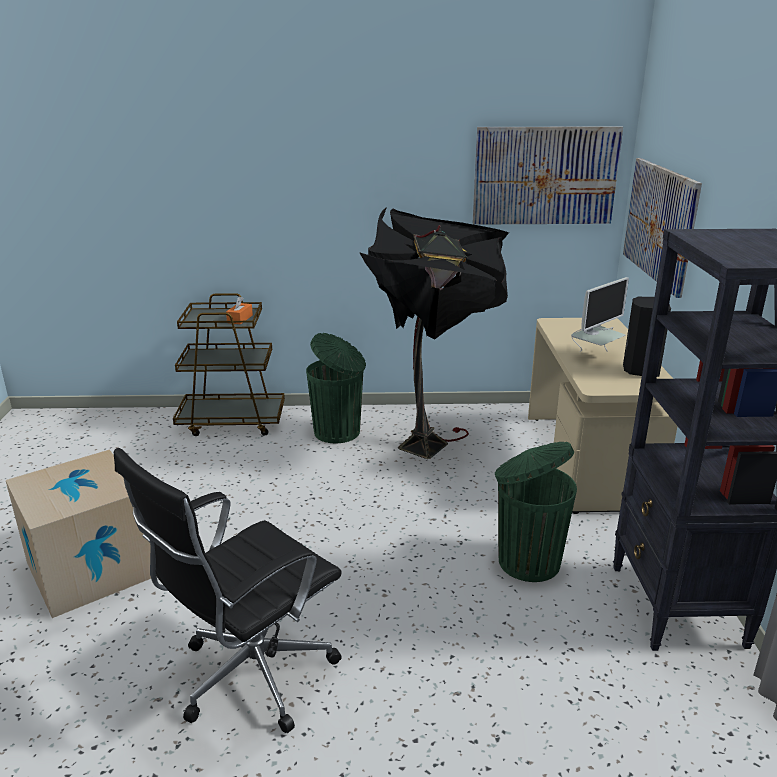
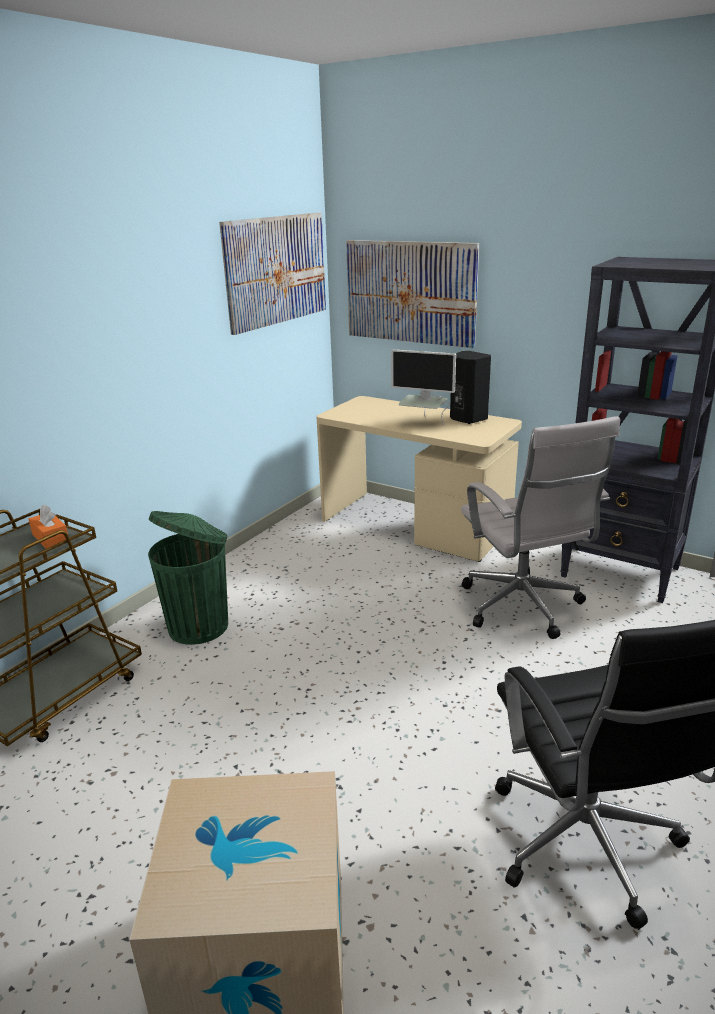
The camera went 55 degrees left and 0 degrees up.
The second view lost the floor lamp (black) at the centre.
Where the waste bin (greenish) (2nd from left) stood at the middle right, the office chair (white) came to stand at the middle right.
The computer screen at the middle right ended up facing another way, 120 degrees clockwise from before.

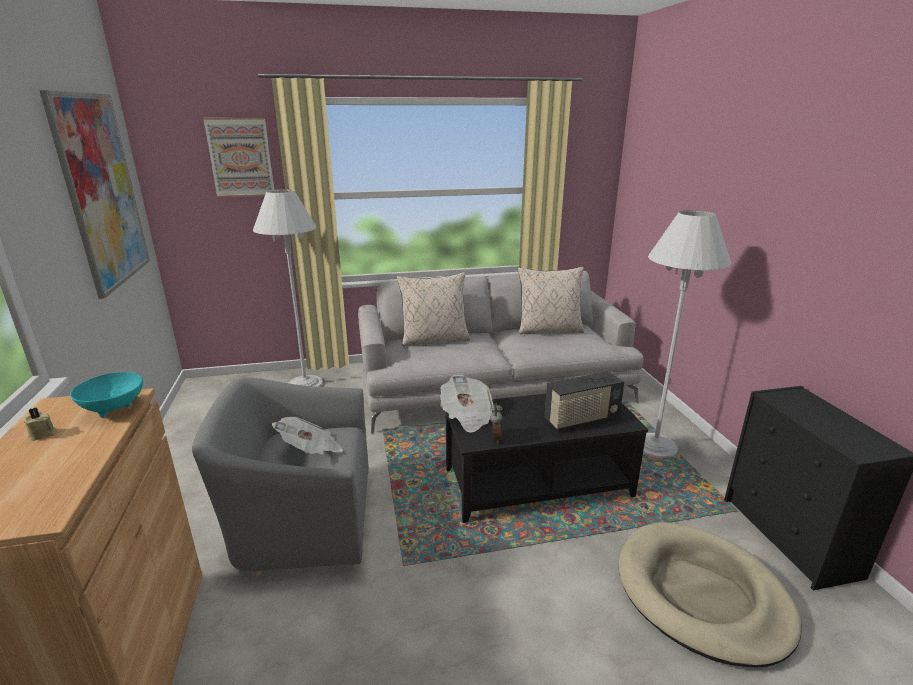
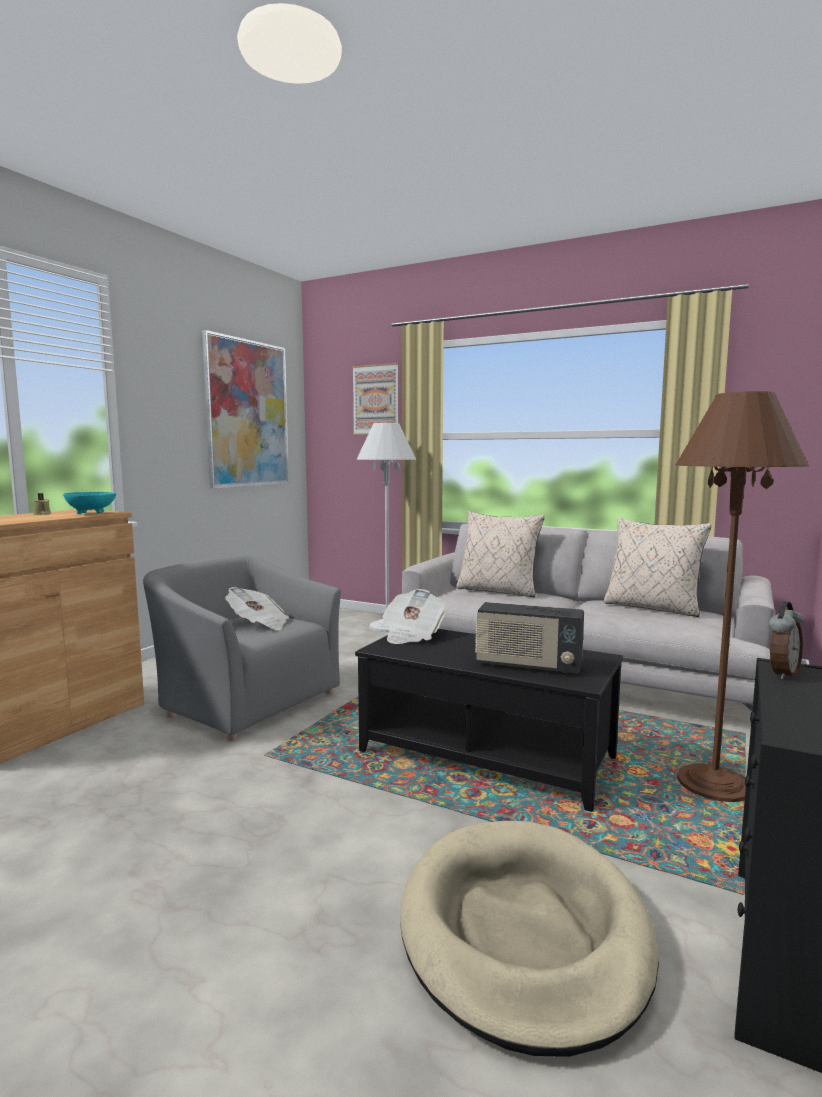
The camera went 40 degrees right and 15 degrees down.
The table clock ended up elsewhere, having gone from the centre to the middle right.
What was the floor lamp (white) (2nd from left) at the middle right turned into the floor lamp (brown-coloured) at the middle right.

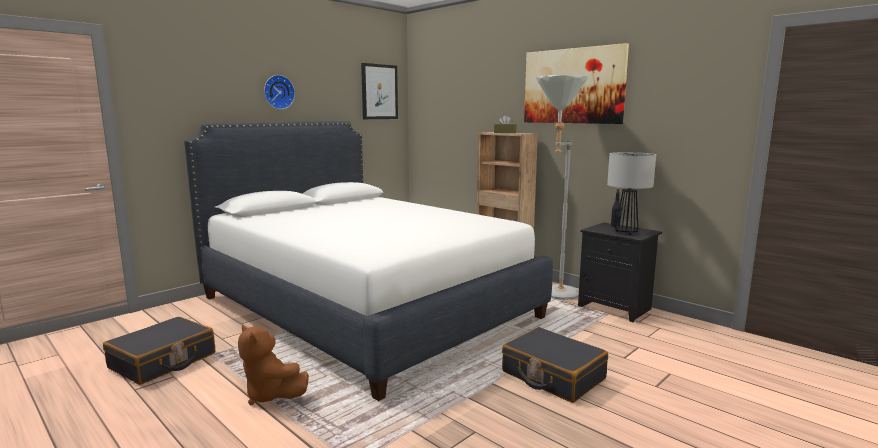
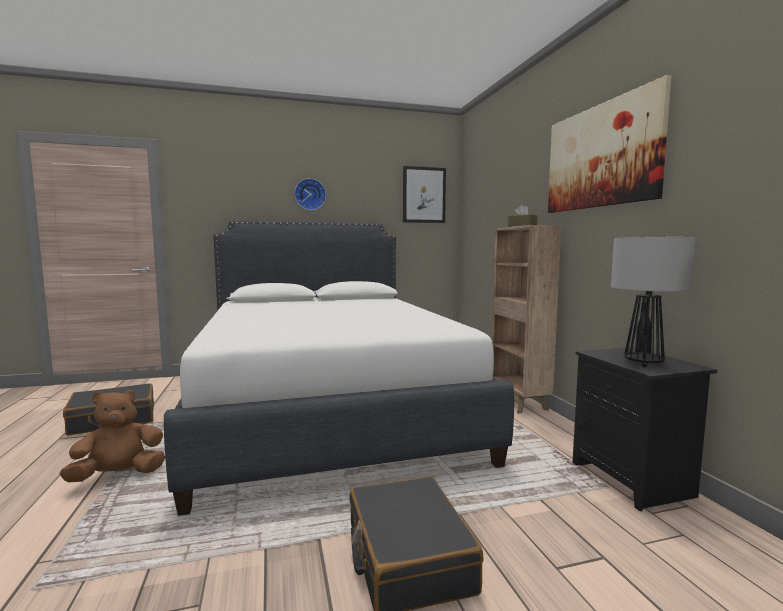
The camera went 30 degrees right and 5 degrees down.
The plush toy (brown-coloured) at the bottom left ended up facing another way, 75 degrees clockwise from before.
The second view lost the floor lamp (grey) at the centre.

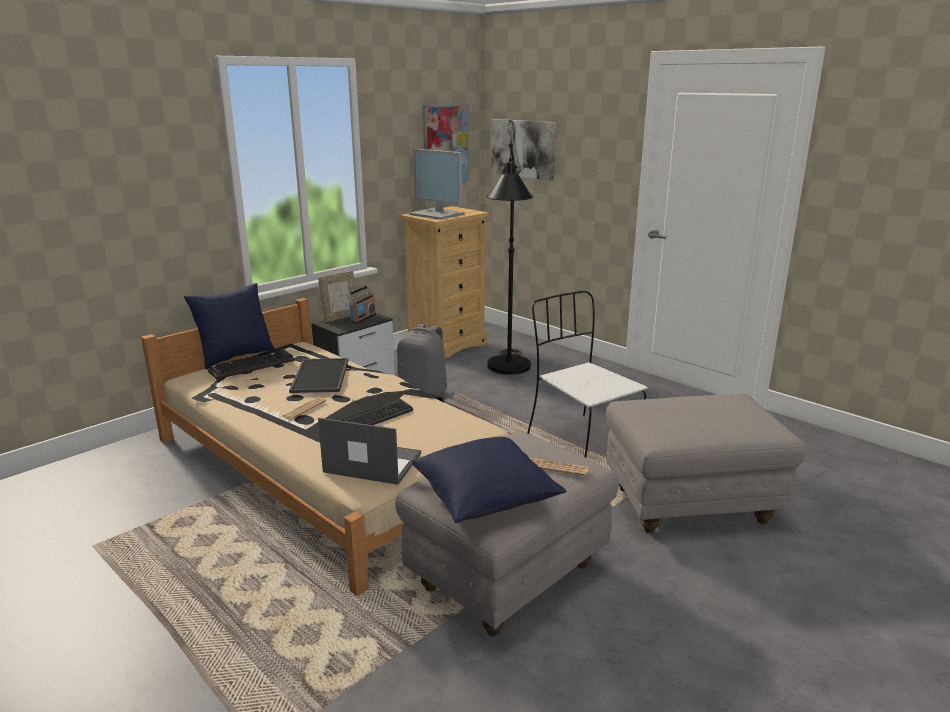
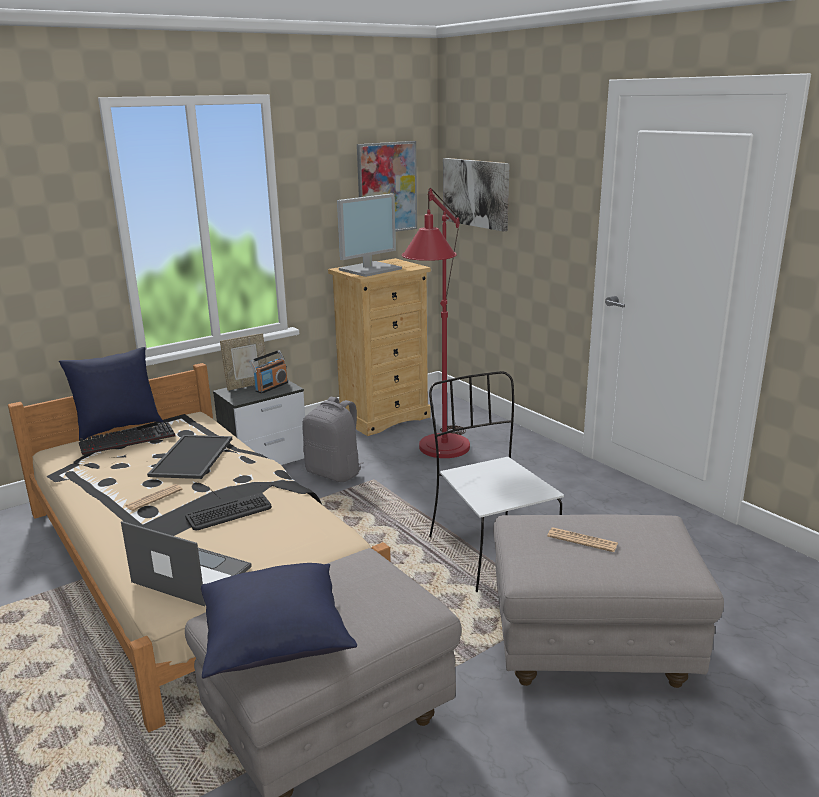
The camera went 10 degrees right and 0 degrees up.
The computer screen at the top centre ended up facing another way, 90 degrees counterclockwise from before.
What was the floor lamp (black) at the centre turned into the floor lamp (red-coloured) at the centre.
The daily paper (2nd from left) ended up elsewhere, having gone from the centre to the bottom right.

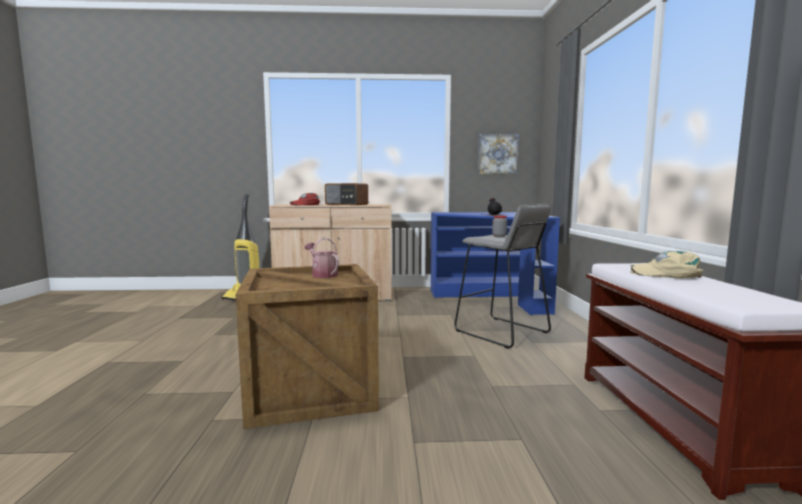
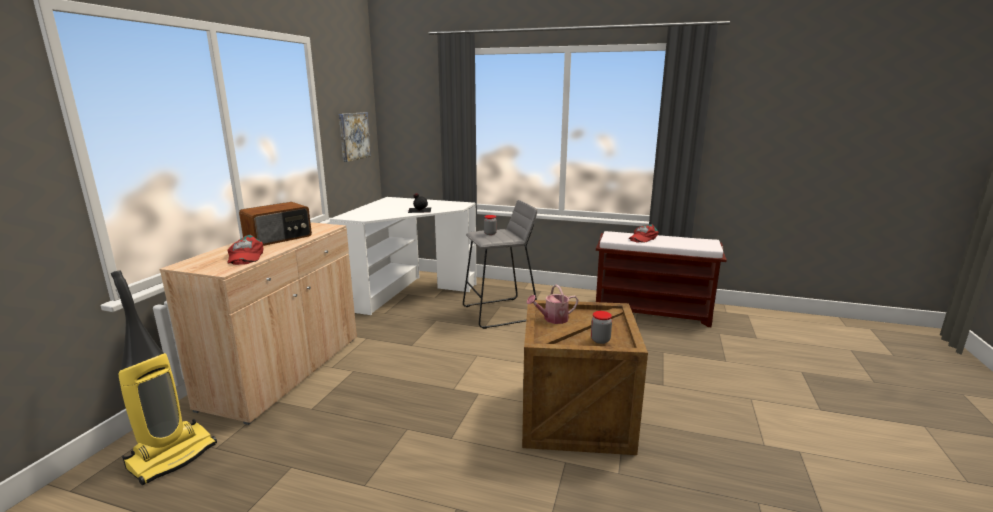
The camera went 70 degrees left and 10 degrees up.
What was the desk (blue) at the centre turned into the desk (white) at the centre.
What was the peaked cap (sand-coloured) at the middle right turned into the peaked cap (red-coloured) (2nd from left) at the centre.
The second view gained the preserve jar (2nd from left) at the centre.

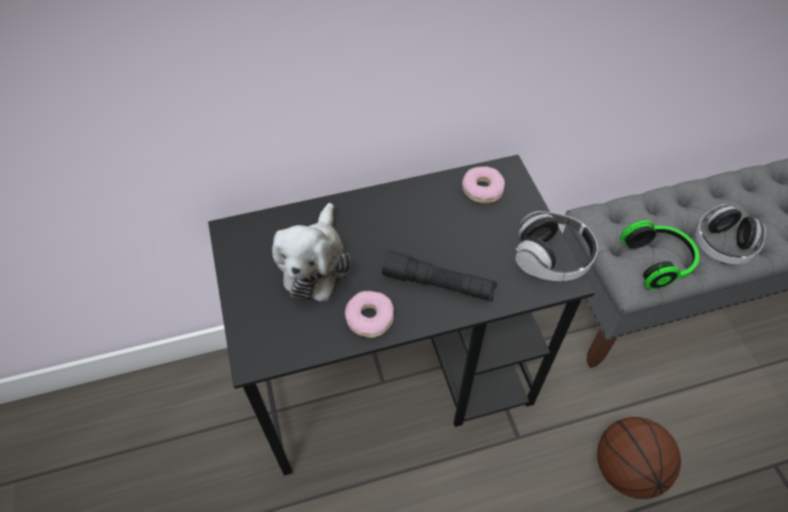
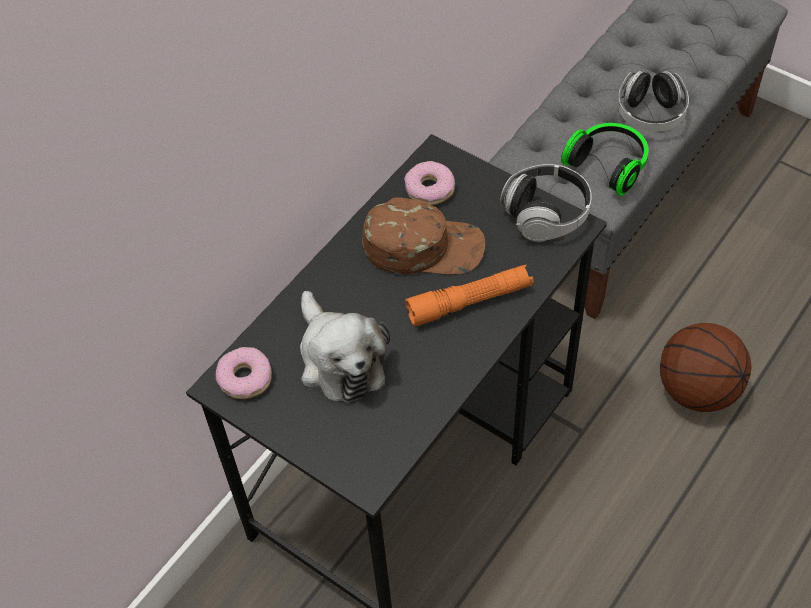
The camera went 35 degrees left and 0 degrees up.
The donut (1st from left) ended up elsewhere, having gone from the centre to the middle left.
What was the torch (black) at the centre turned into the torch (orange) at the centre.
The second view gained the peaked cap (brown-coloured) at the centre.

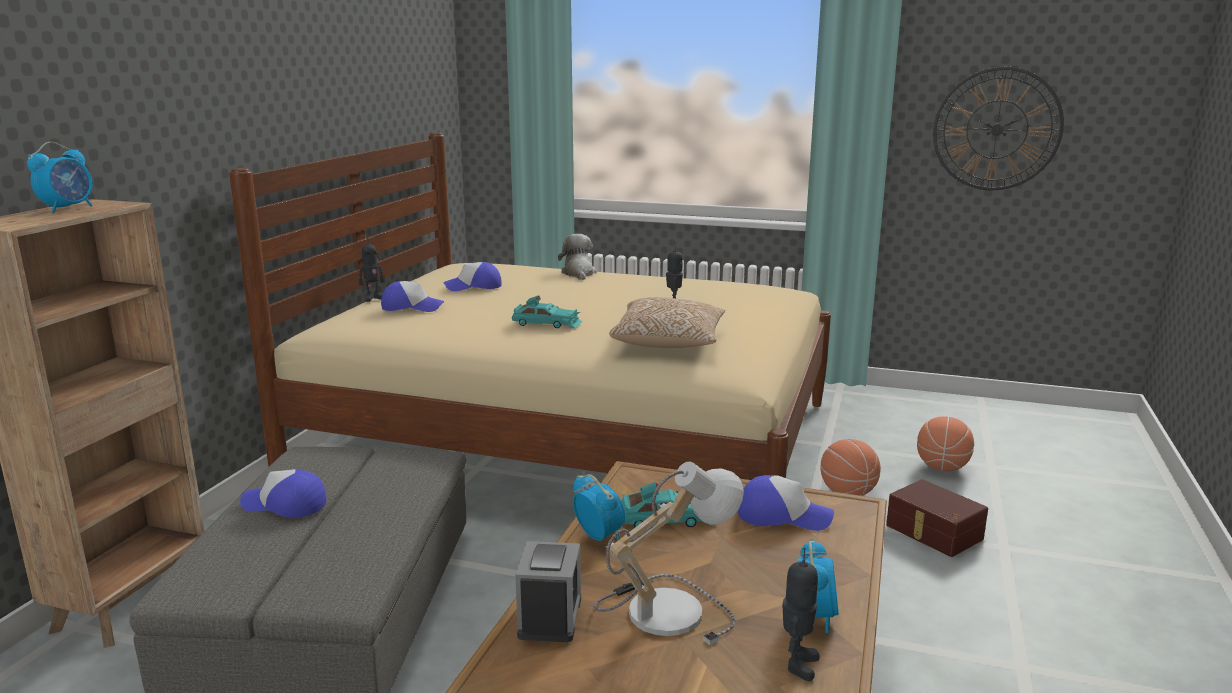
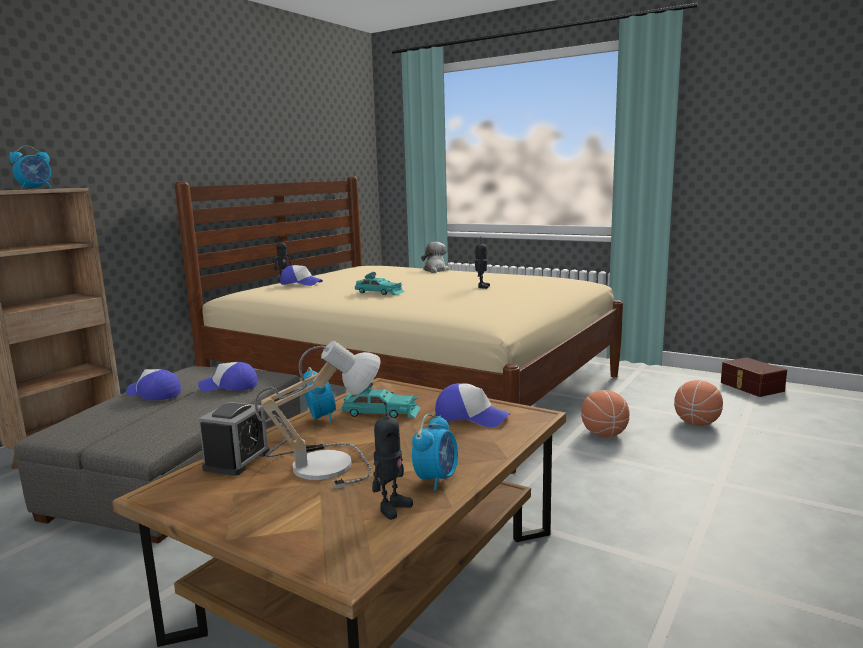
The camera went 15 degrees right and 5 degrees down.
The peaked cap (3rd from left in the first image) ended up elsewhere, having gone from the centre to the middle left.
The second view lost the throw pillow at the centre.
The storage container (brown-coloured) ended up elsewhere, having gone from the bottom right to the middle right.
The second view lost the clock on the wall at the top right.

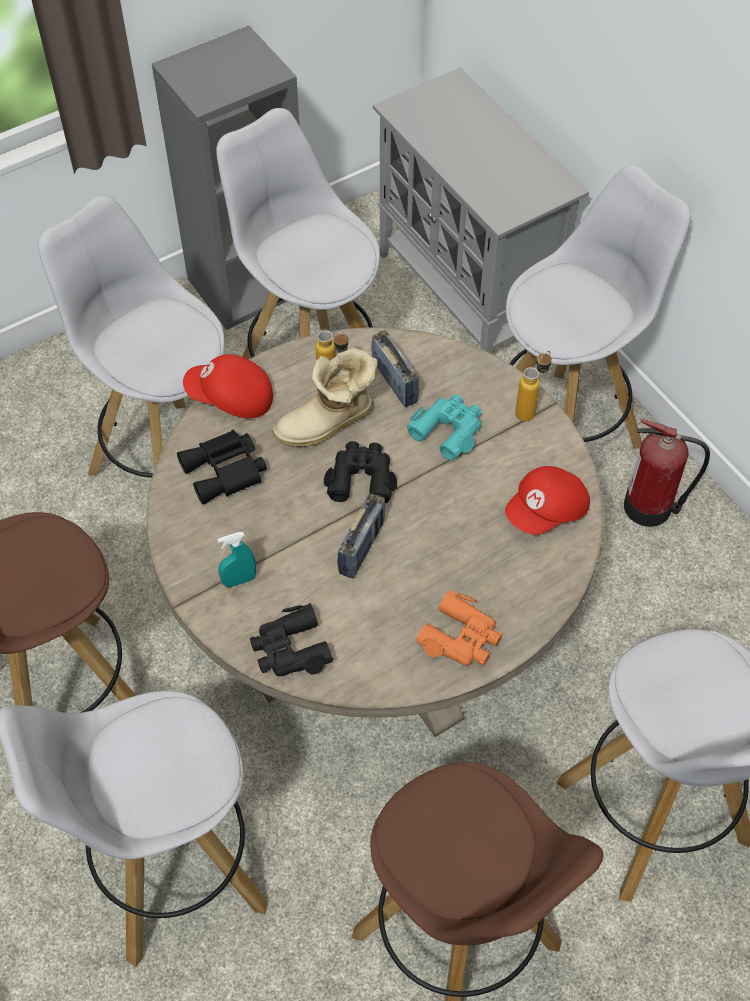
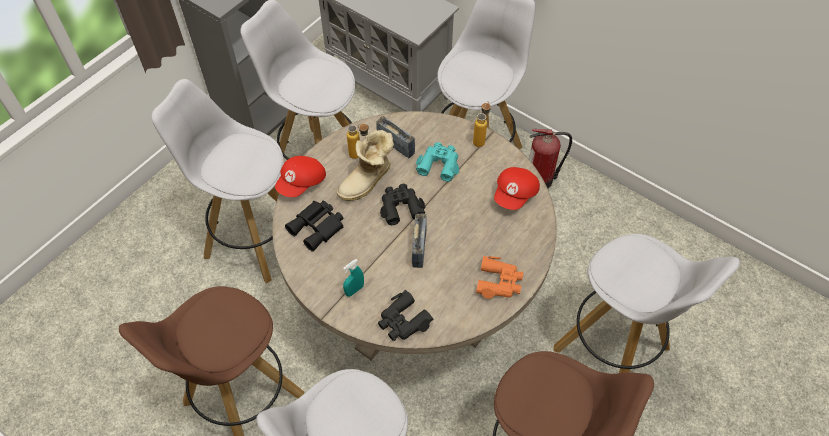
The camera went 20 degrees left and 0 degrees up.
The peaked cap (red-coloured) (1st from left) at the middle left ended up facing another way, 45 degrees counterclockwise from before.

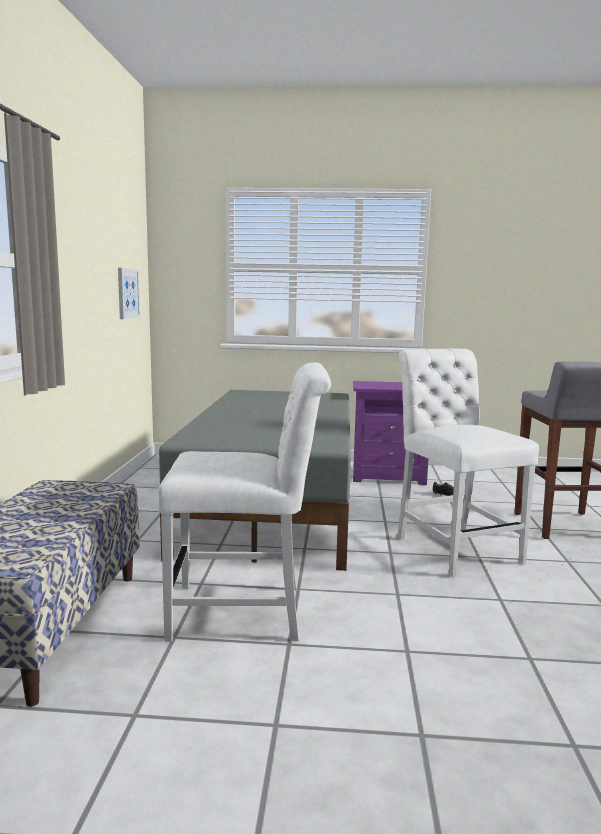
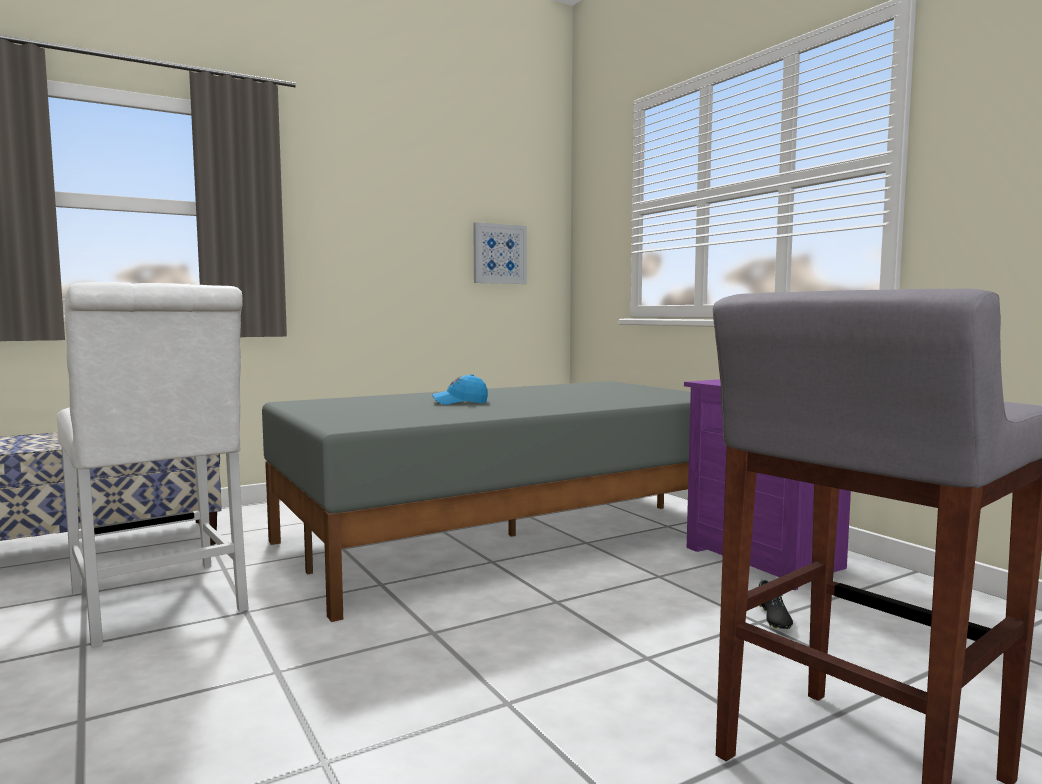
The camera went 55 degrees right and 5 degrees down.
The second view lost the upright chair (white) (2nd from left) at the middle right.
The second view gained the peaked cap (blue) at the centre.

